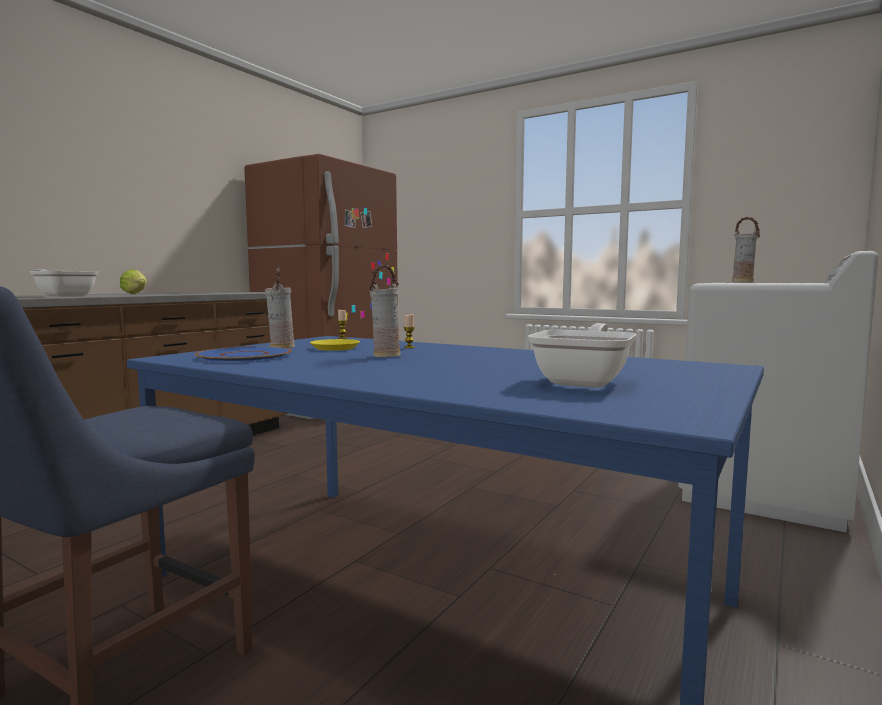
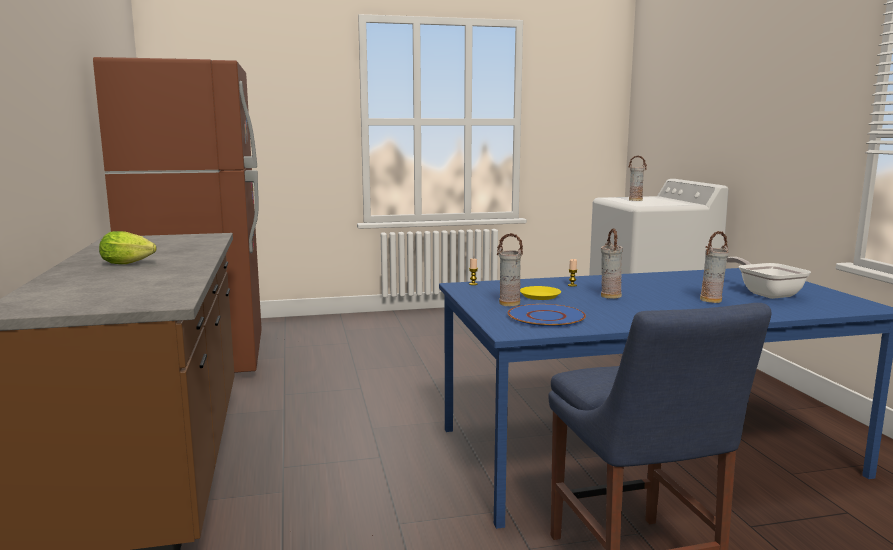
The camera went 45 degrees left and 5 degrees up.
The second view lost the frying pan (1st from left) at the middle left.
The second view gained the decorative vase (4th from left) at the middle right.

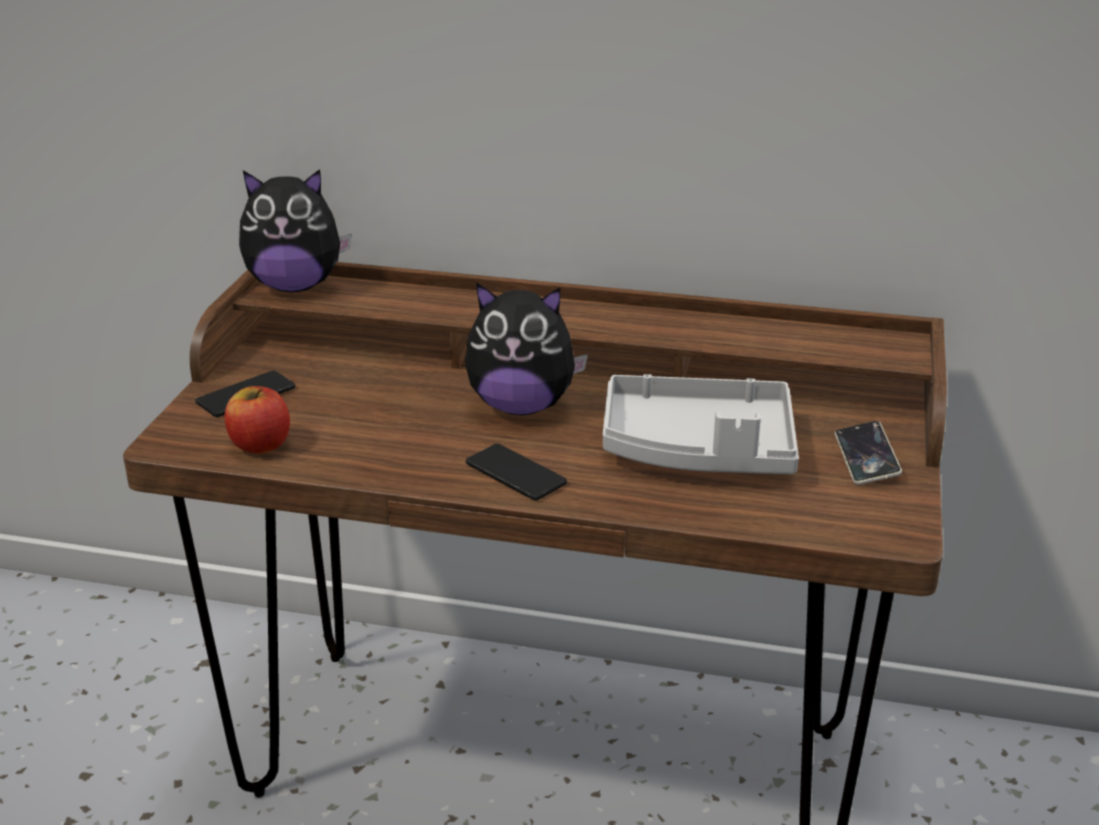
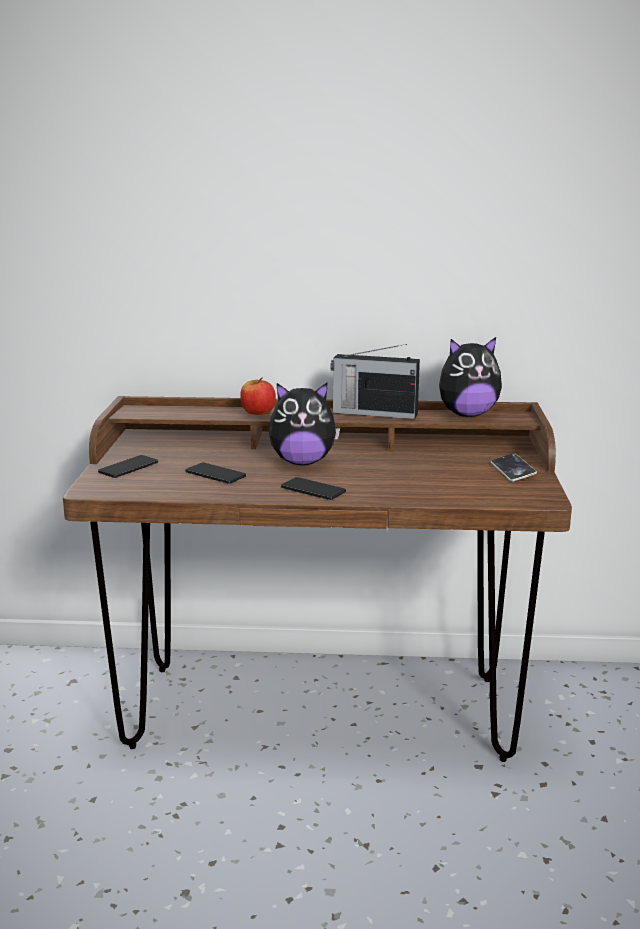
The camera went 10 degrees left and 10 degrees down.
The apple fruit ended up elsewhere, having gone from the middle left to the centre.
The plush toy (1st from left in the first image) ended up elsewhere, having gone from the top left to the middle right.
The second view lost the carrying tray (grey) at the centre.
The second view gained the phone (2nd from left) at the centre.
The second view gained the radio at the centre.

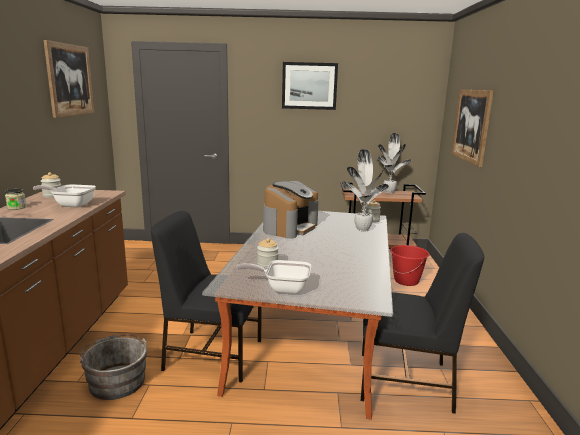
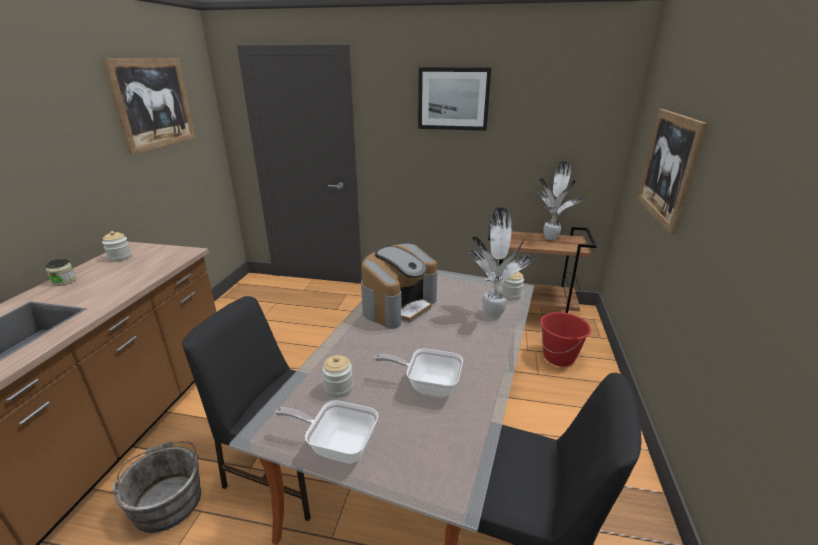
The camera went 10 degrees right and 10 degrees up.
The frying pan (1st from left in the first image) ended up elsewhere, having gone from the middle left to the bottom centre.

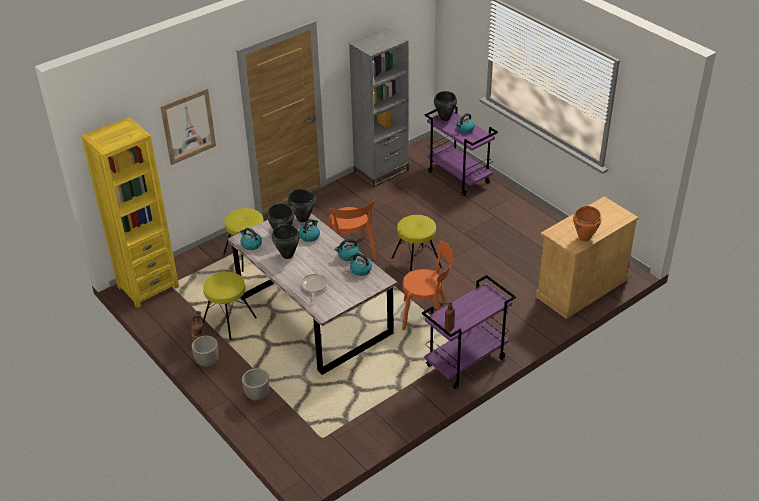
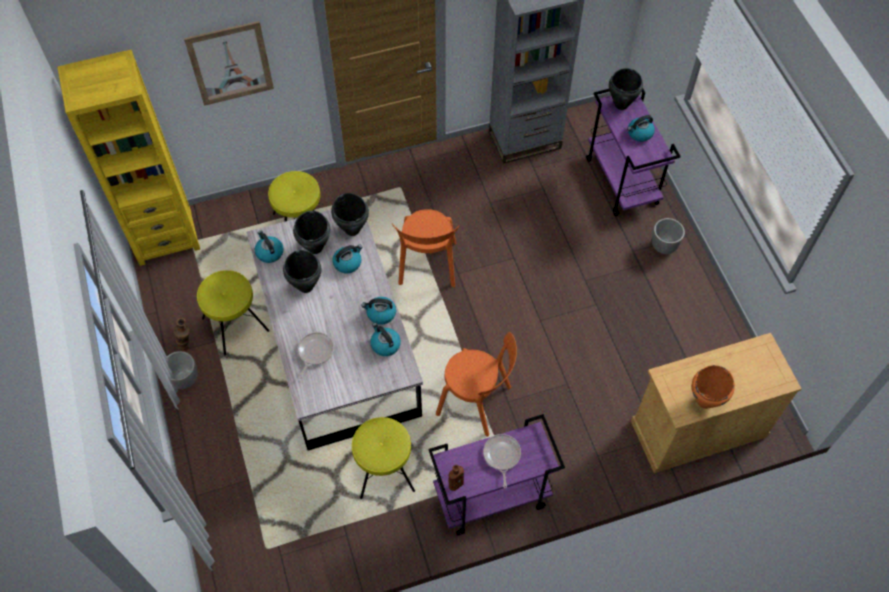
The camera went 20 degrees right and 20 degrees up.
The flower pot (2nd from left) ended up elsewhere, having gone from the bottom centre to the middle right.
The stool seat (yellowish) (3rd from left) ended up elsewhere, having gone from the centre to the bottom centre.
The second view gained the frying pan (2nd from left) at the bottom centre.

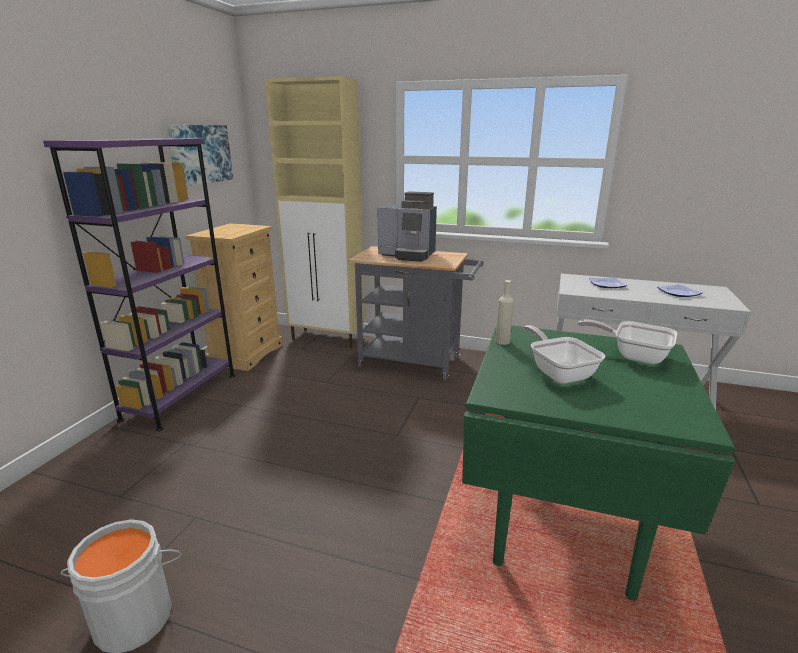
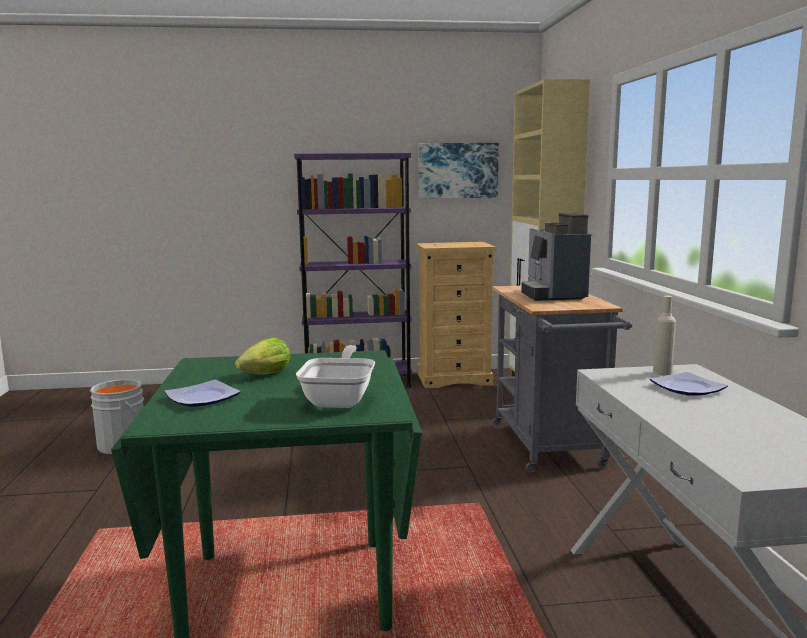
The camera went 65 degrees right and 10 degrees down.
The drink bottle (sand-coloured) ended up elsewhere, having gone from the centre to the middle right.
Where the frying pan (1st from left) stood at the middle right, the lettuce head came to stand at the middle left.
The flat dish (2nd from left in the first image) ended up elsewhere, having gone from the middle right to the middle left.

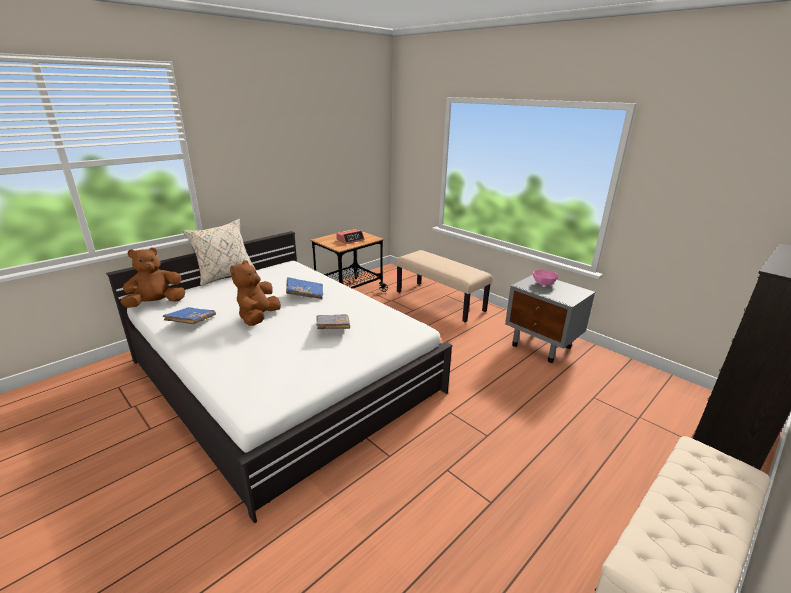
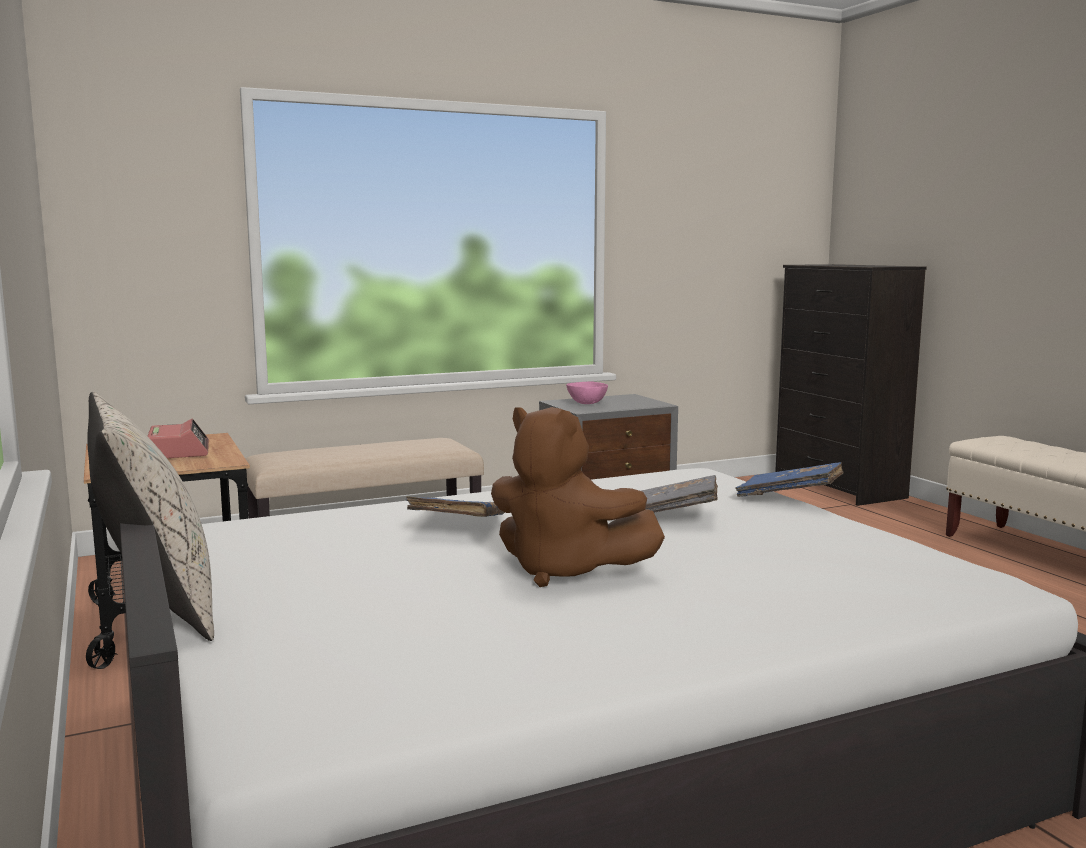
The camera went 70 degrees left and 15 degrees down.
The second view lost the plush toy (brown-coloured) (1st from left) at the middle left.
The bound book (blue) (1st from left in the first image) ended up elsewhere, having gone from the middle left to the middle right.

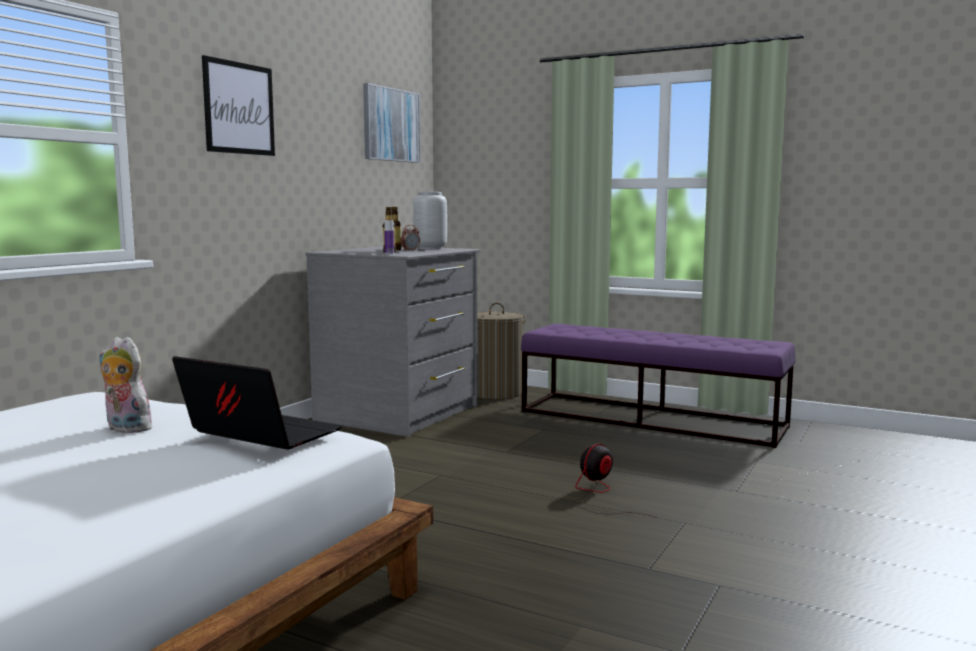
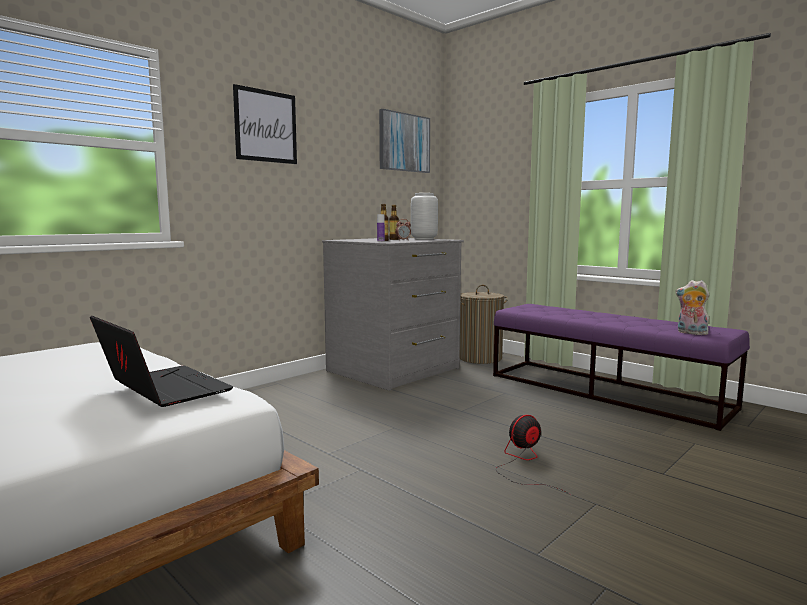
The camera went 15 degrees right and 0 degrees up.
The plush toy ended up elsewhere, having gone from the middle left to the middle right.

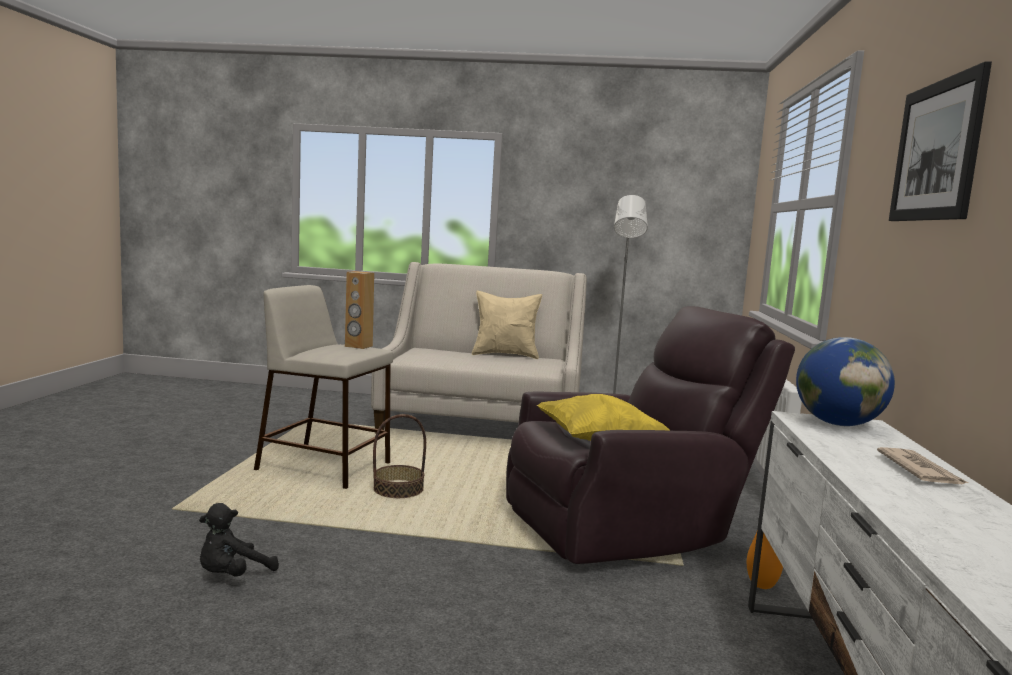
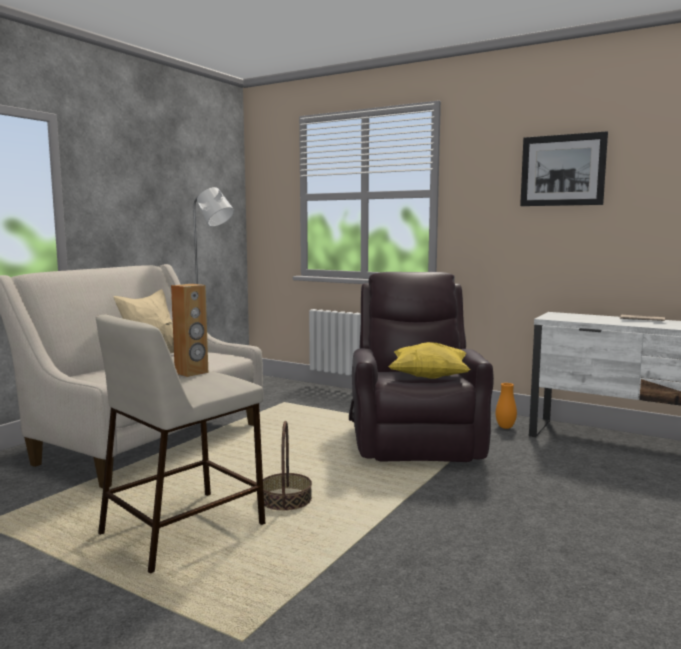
The camera went 65 degrees left and 0 degrees up.
The second view lost the plush toy (black) at the bottom left.
The second view lost the globe at the middle right.

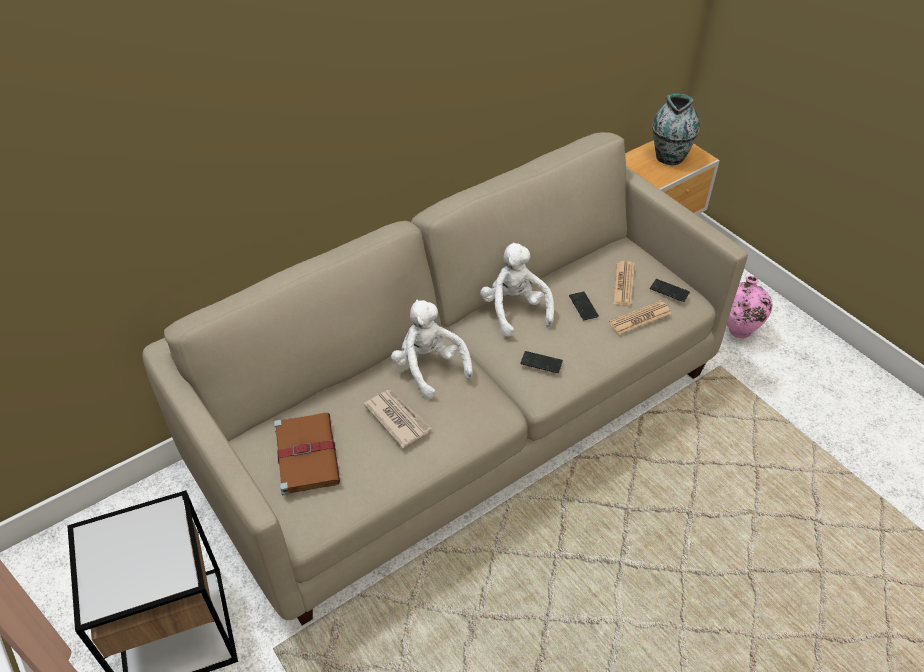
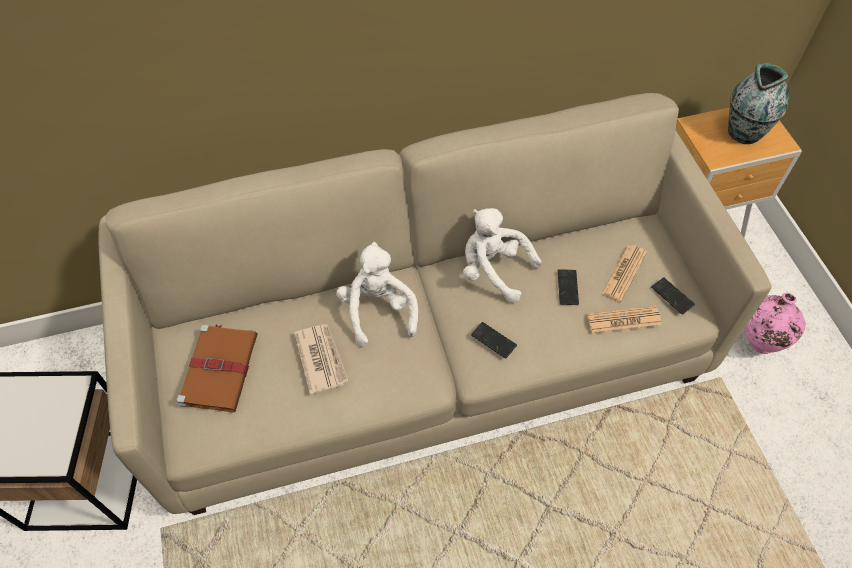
The camera went 20 degrees right and 10 degrees up.
The plush toy (white) (2nd from left) at the centre ended up facing another way, 60 degrees counterclockwise from before.

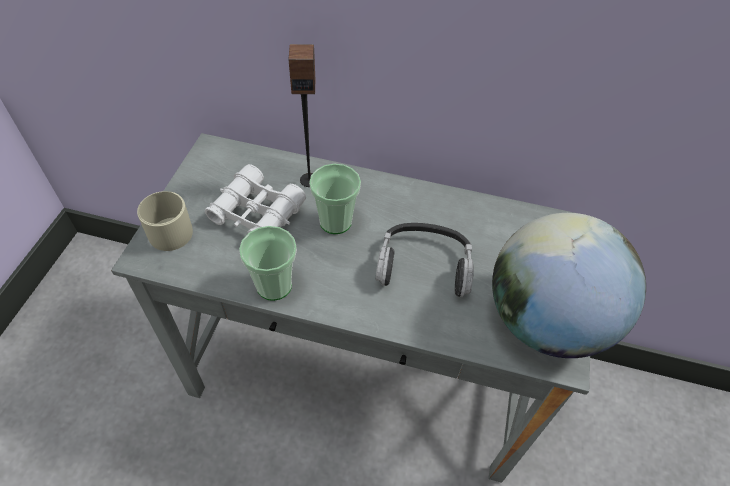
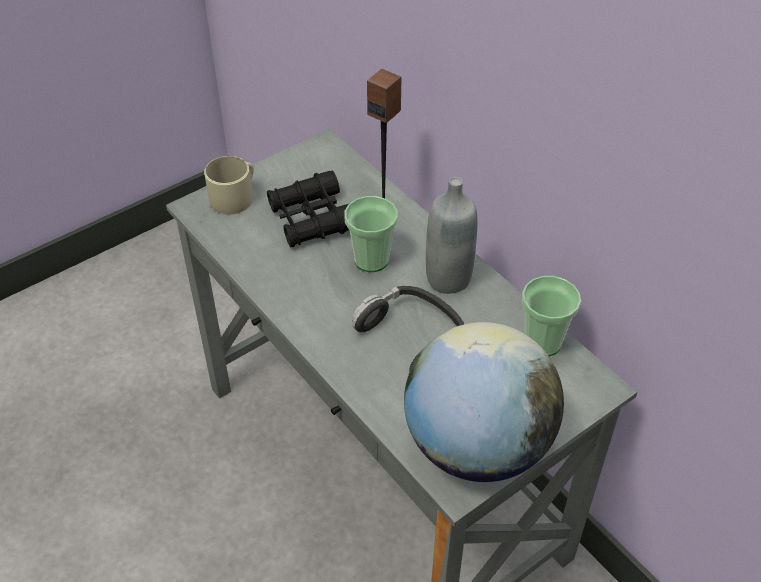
The camera went 40 degrees right and 5 degrees down.
What was the pair of binoculars (white) at the centre turned into the pair of binoculars (black) at the centre.
The drinking cup (1st from left in the first image) ended up elsewhere, having gone from the centre to the middle right.
The second view gained the drink bottle (grey) at the centre.

